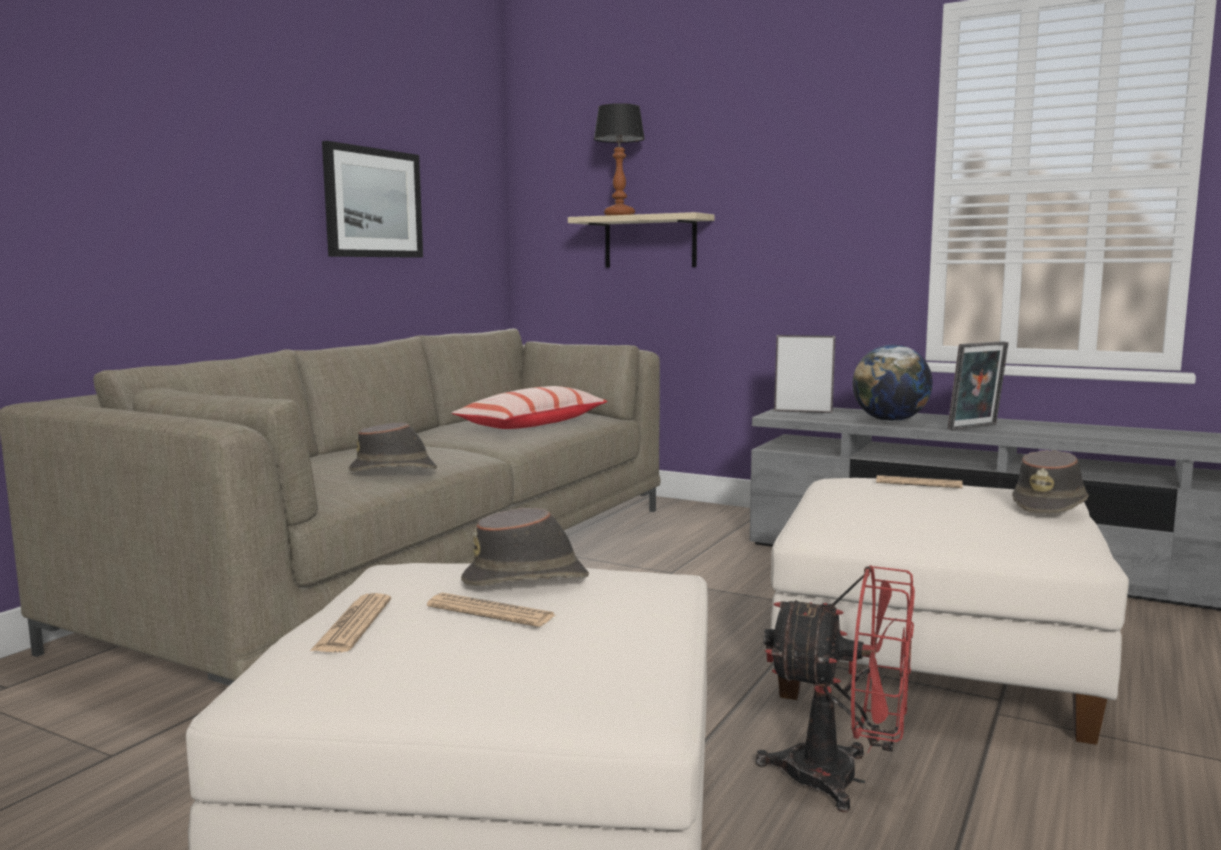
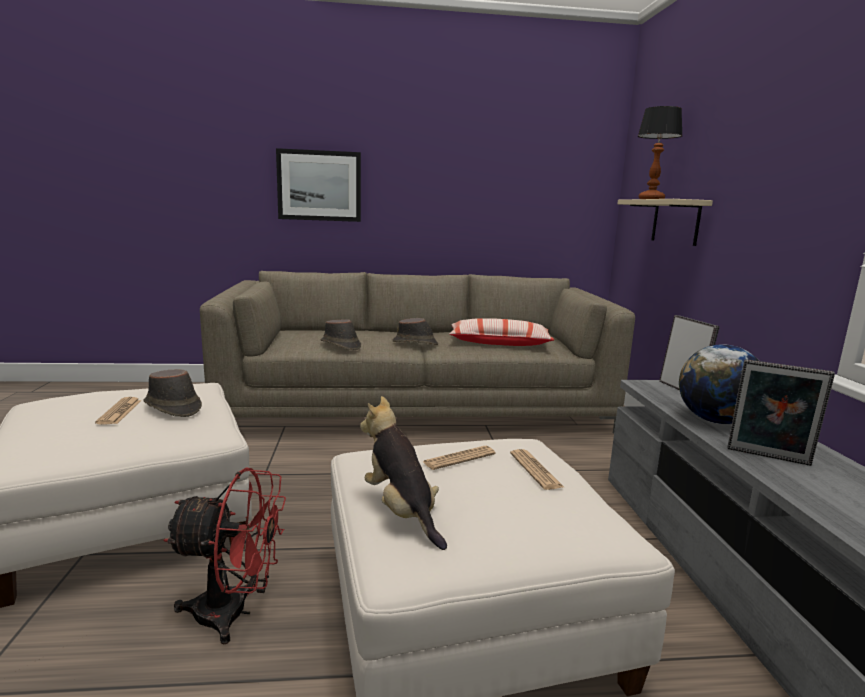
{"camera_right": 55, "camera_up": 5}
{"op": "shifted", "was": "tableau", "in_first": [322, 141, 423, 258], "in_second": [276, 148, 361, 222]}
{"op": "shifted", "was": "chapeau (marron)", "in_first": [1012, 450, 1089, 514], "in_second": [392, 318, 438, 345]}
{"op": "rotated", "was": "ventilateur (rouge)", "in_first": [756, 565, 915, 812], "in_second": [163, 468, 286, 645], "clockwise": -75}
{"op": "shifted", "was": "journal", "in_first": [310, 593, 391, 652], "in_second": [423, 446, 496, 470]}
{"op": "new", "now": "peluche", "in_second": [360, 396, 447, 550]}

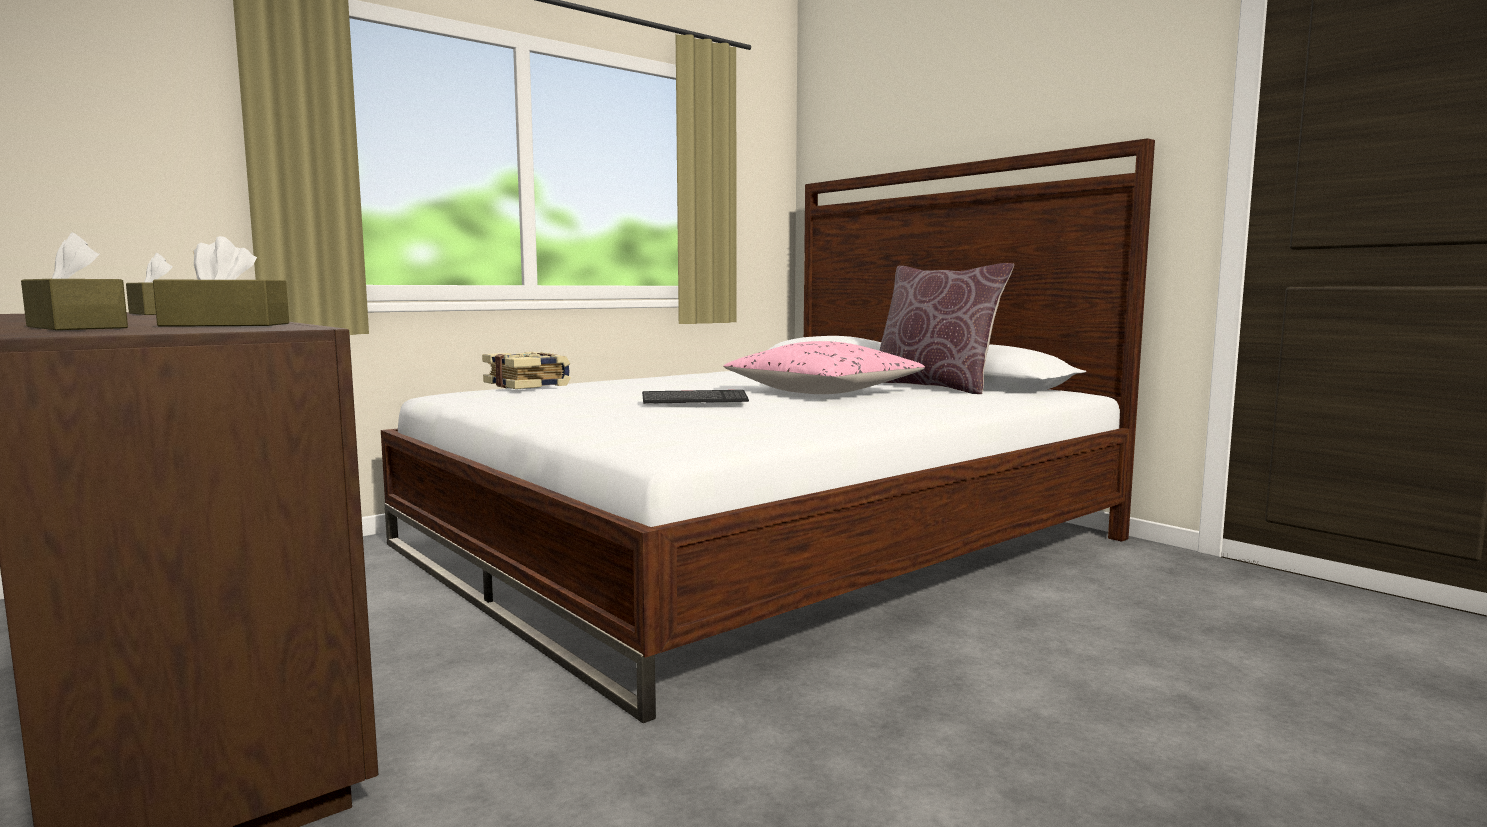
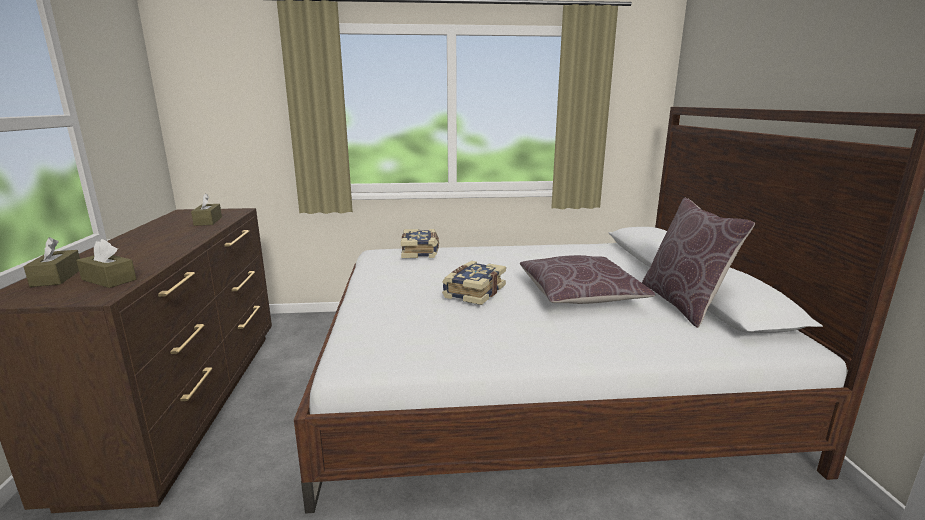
{"camera_right": 35, "camera_up": 10}
{"op": "repainted", "was": "coussin (rose)", "now": "coussin (marron)", "in_first": [723, 341, 925, 394], "in_second": [520, 255, 655, 304]}
{"op": "swapped", "was": "clavier", "now": "livre", "in_first": [642, 390, 749, 404], "in_second": [442, 261, 506, 305]}

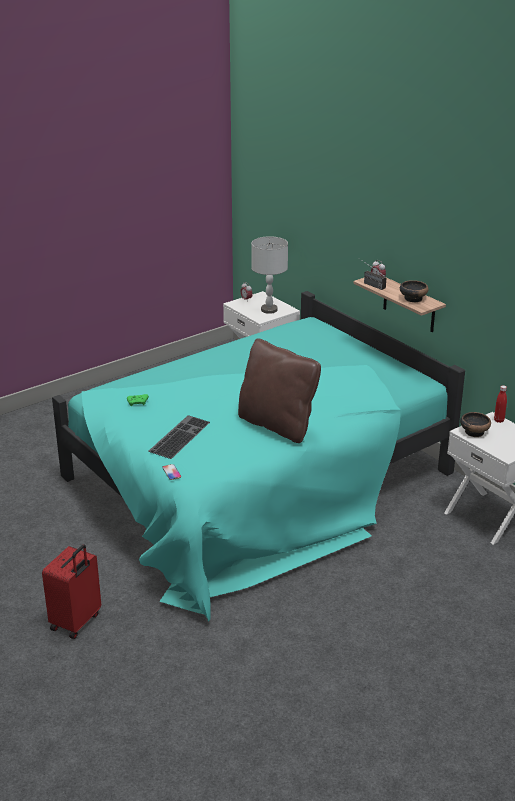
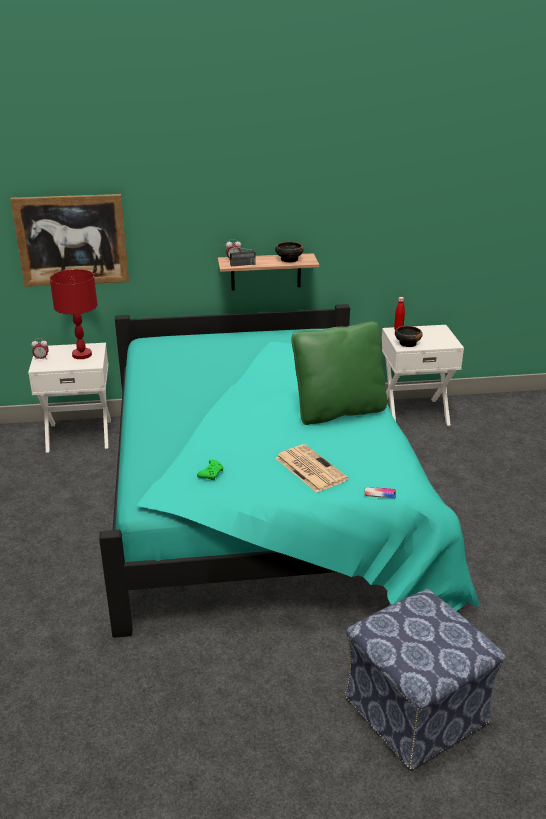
{"camera_right": -60, "camera_up": 0}
{"op": "repainted", "was": "lampe de table (gris)", "now": "lampe de table (rouge)", "in_first": [251, 236, 288, 314], "in_second": [50, 269, 98, 359]}
{"op": "repainted", "was": "coussin (marron)", "now": "coussin (vert)", "in_first": [238, 338, 321, 443], "in_second": [291, 322, 387, 425]}
{"op": "swapped", "was": "clavier", "now": "journal", "in_first": [149, 415, 210, 459], "in_second": [276, 444, 348, 493]}
{"op": "swapped", "was": "valise (rouge)", "now": "pouf", "in_first": [42, 544, 101, 639], "in_second": [344, 589, 505, 771]}
{"op": "new", "now": "tableau", "in_second": [10, 194, 129, 287]}

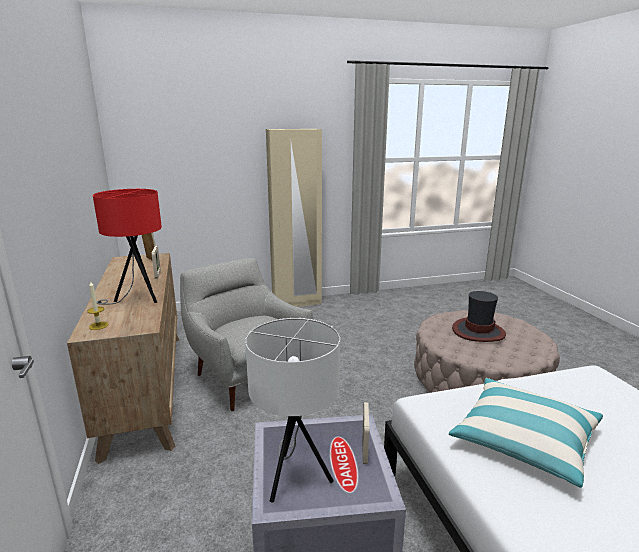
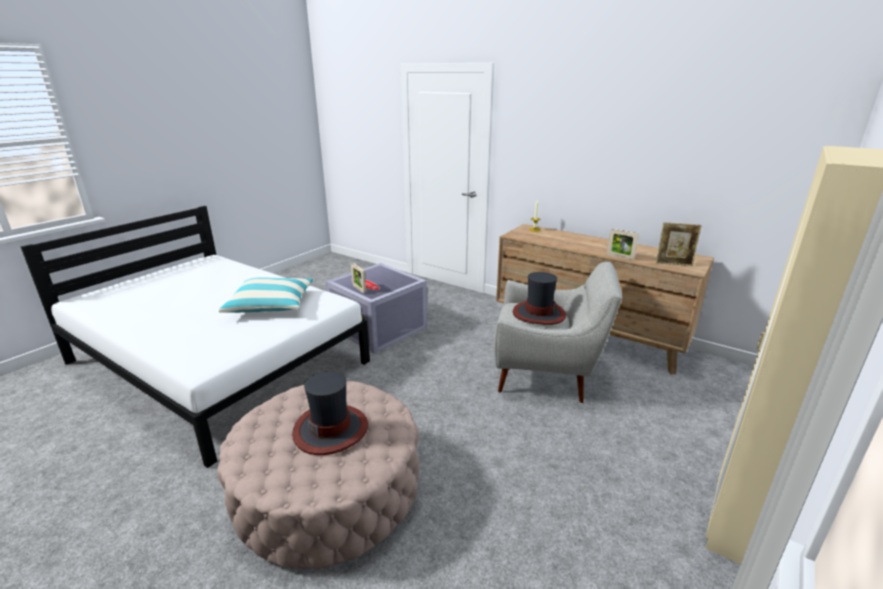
{"camera_right": 140, "camera_up": 5}
{"op": "gone", "was": "lampe de table (rouge)", "in_first": [93, 189, 162, 304]}
{"op": "gone", "was": "lampe de table (blanc)", "in_first": [245, 318, 340, 503]}
{"op": "new", "now": "chapeau", "in_second": [513, 272, 566, 325]}

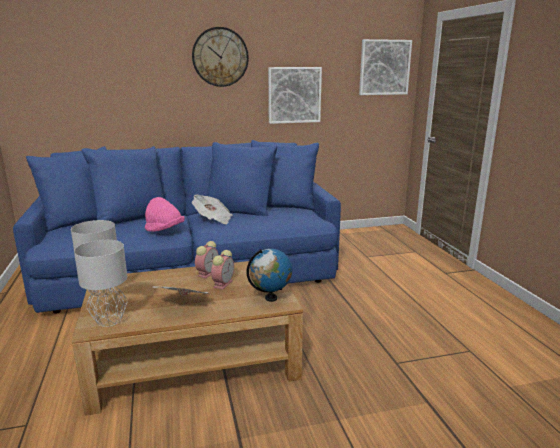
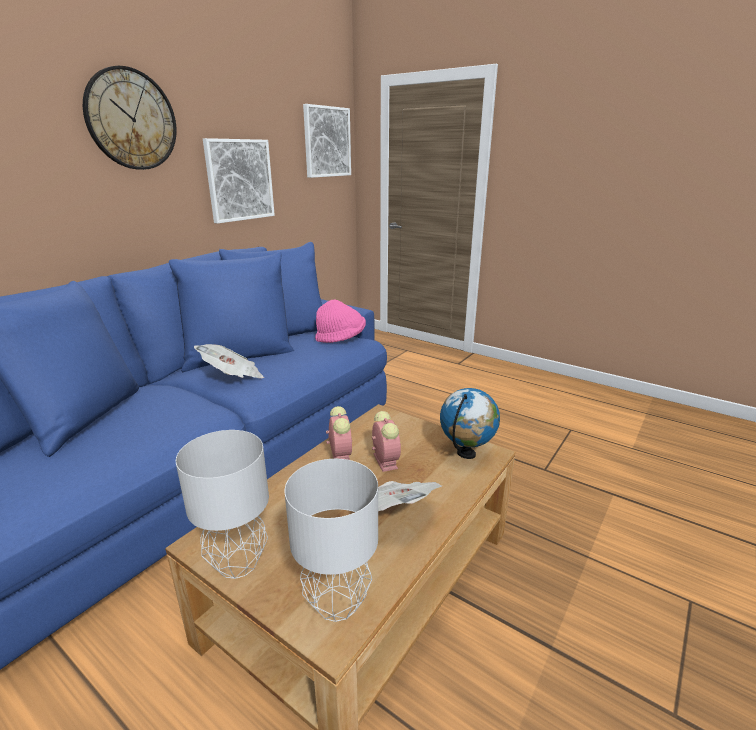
{"camera_right": -40, "camera_up": 5}
{"op": "shifted", "was": "chapeau (rose)", "in_first": [145, 197, 185, 232], "in_second": [315, 299, 366, 343]}

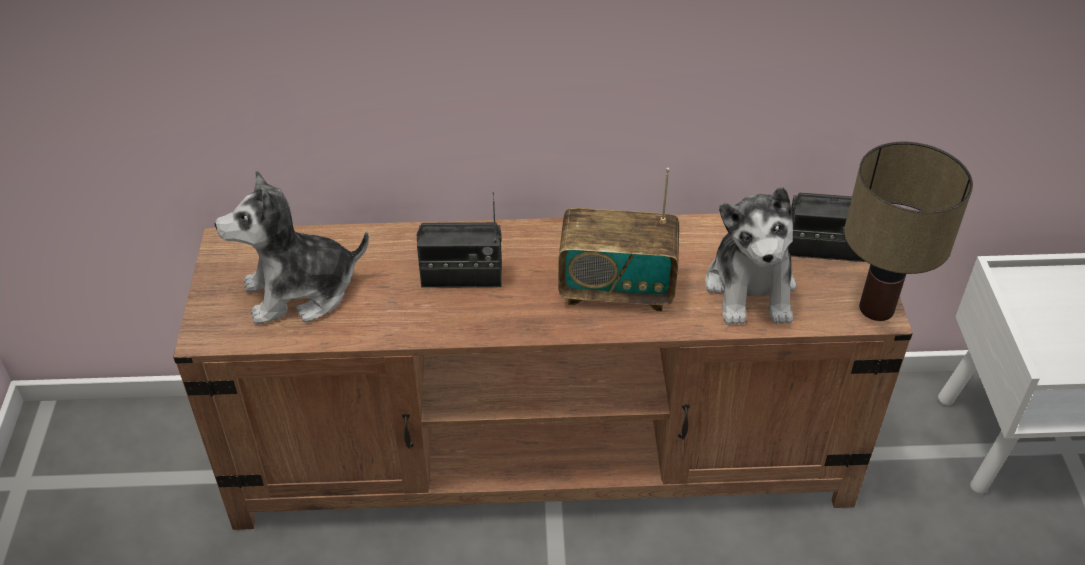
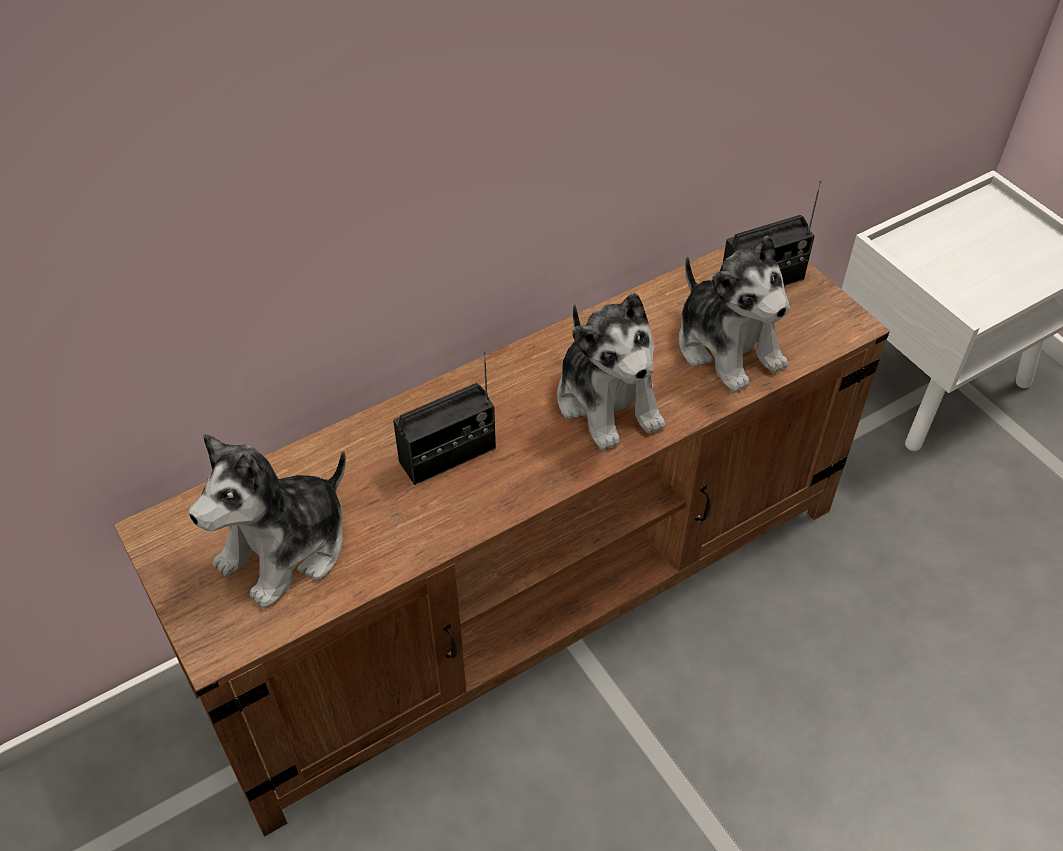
{"camera_right": -30, "camera_up": 5}
{"op": "gone", "was": "lampe de table", "in_first": [844, 142, 973, 321]}
{"op": "swapped", "was": "radio", "now": "peluche", "in_first": [558, 168, 679, 311], "in_second": [557, 293, 665, 451]}

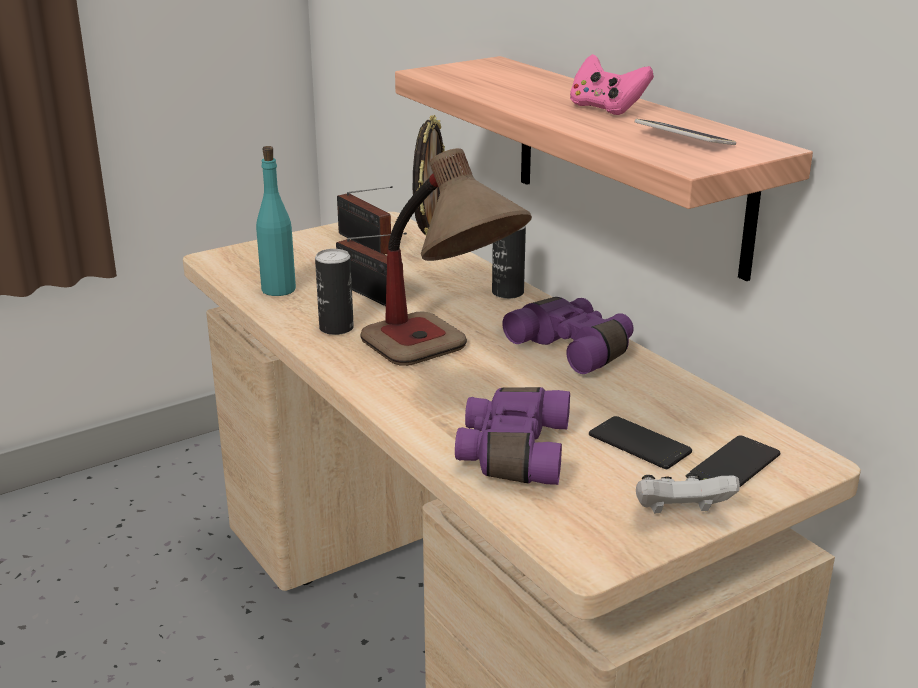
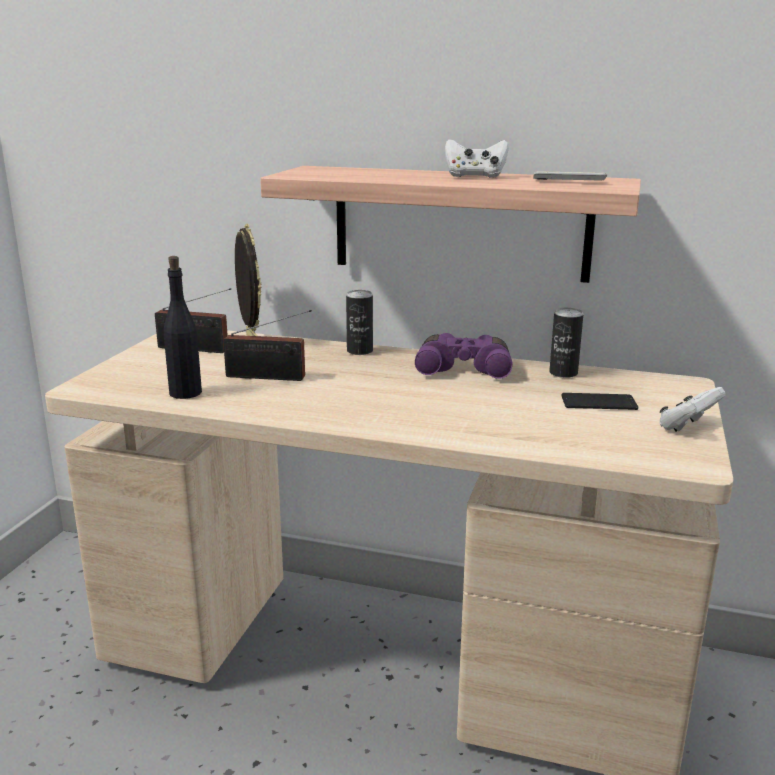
{"camera_right": -40, "camera_up": -5}
{"op": "repainted", "was": "manette (rose)", "now": "manette (blanc)", "in_first": [570, 54, 654, 115], "in_second": [445, 139, 509, 178]}
{"op": "repainted", "was": "bouteille (turquoise)", "now": "bouteille (noir)", "in_first": [256, 146, 296, 296], "in_second": [164, 256, 202, 399]}
{"op": "gone", "was": "lampe de table", "in_first": [360, 148, 532, 366]}
{"op": "shifted", "was": "boîte métallique", "in_first": [315, 249, 354, 335], "in_second": [549, 308, 583, 378]}
{"op": "gone", "was": "jumelles (violet)", "in_first": [455, 387, 570, 485]}
{"op": "gone", "was": "téléphone", "in_first": [690, 435, 781, 487]}

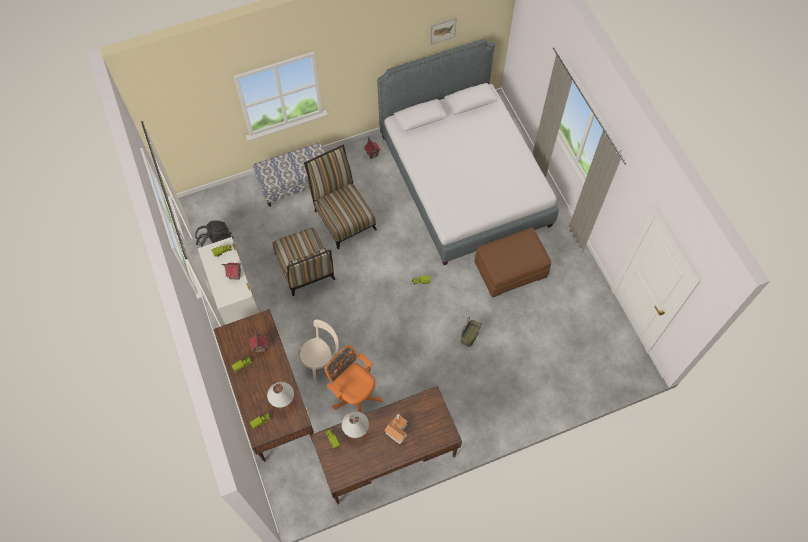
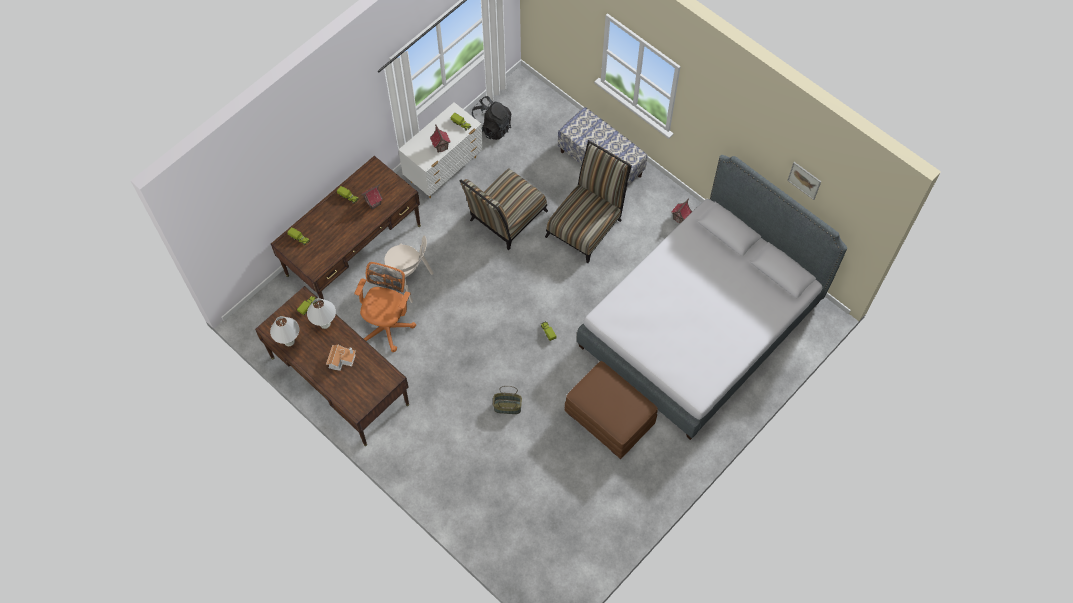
{"camera_right": 65, "camera_up": 0}
{"op": "shifted", "was": "lampe de table (blanc)", "in_first": [267, 382, 294, 408], "in_second": [270, 316, 299, 346]}

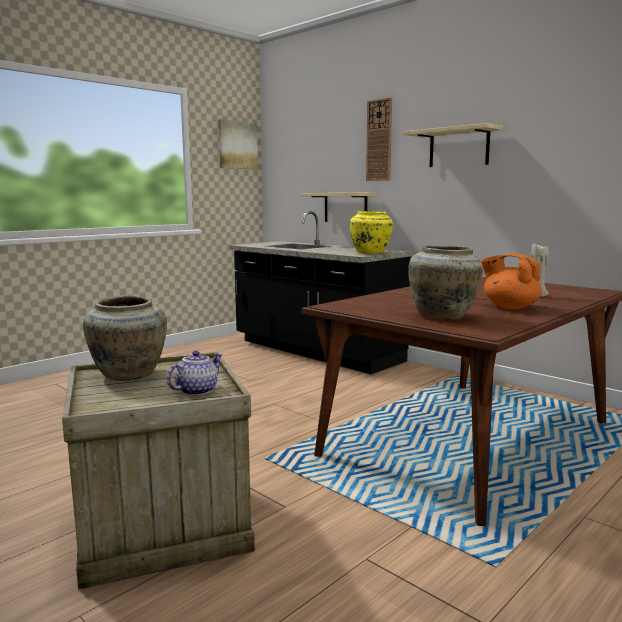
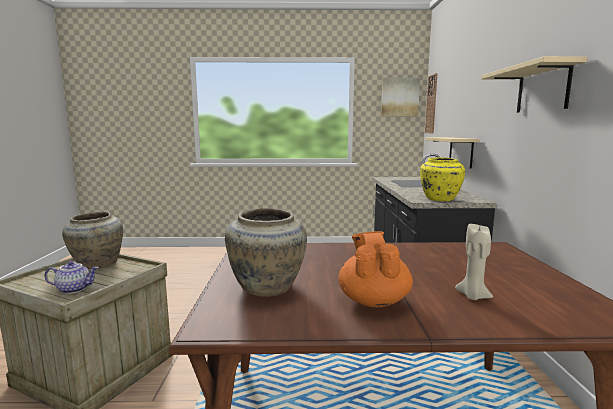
{"camera_right": 45, "camera_up": 0}
{"op": "shifted", "was": "horloge murale", "in_first": [366, 98, 392, 181], "in_second": [425, 73, 438, 133]}

